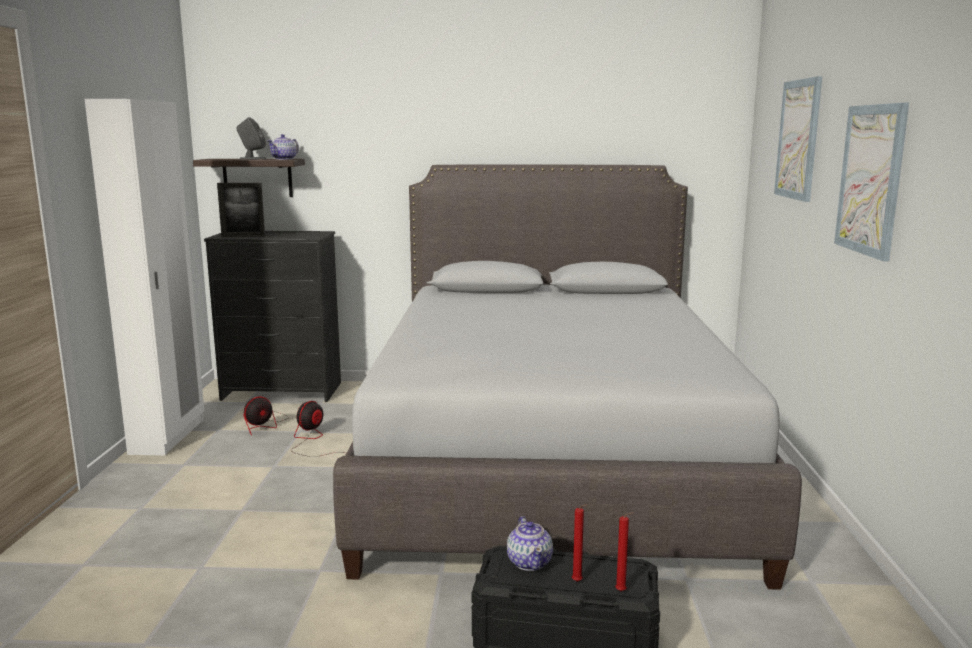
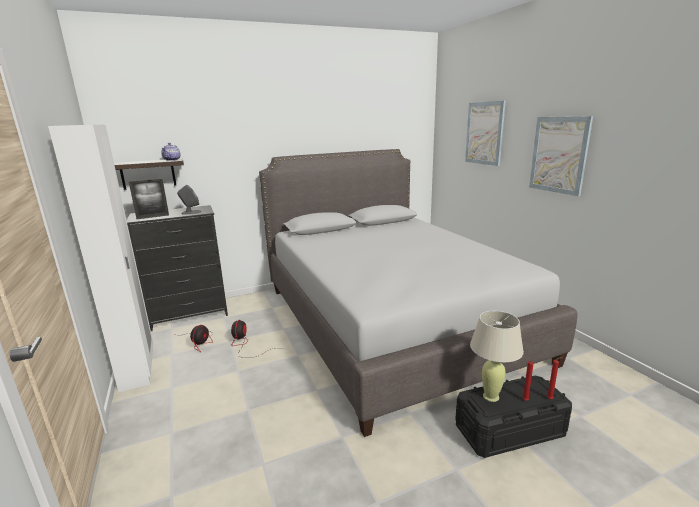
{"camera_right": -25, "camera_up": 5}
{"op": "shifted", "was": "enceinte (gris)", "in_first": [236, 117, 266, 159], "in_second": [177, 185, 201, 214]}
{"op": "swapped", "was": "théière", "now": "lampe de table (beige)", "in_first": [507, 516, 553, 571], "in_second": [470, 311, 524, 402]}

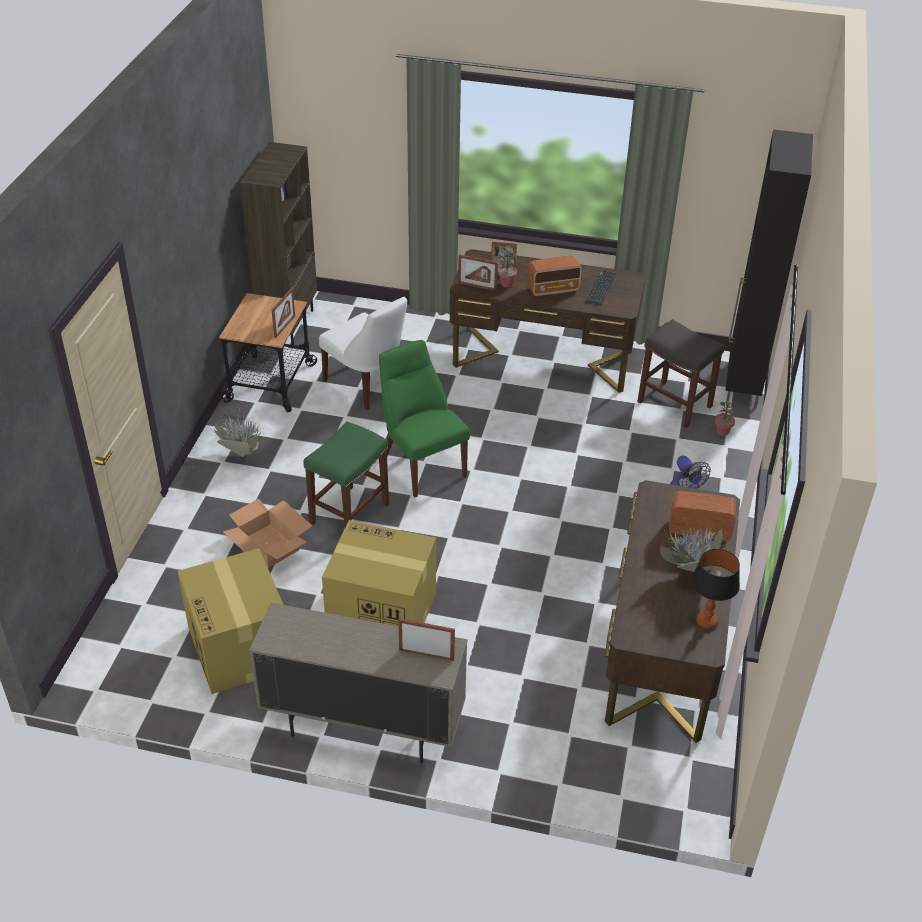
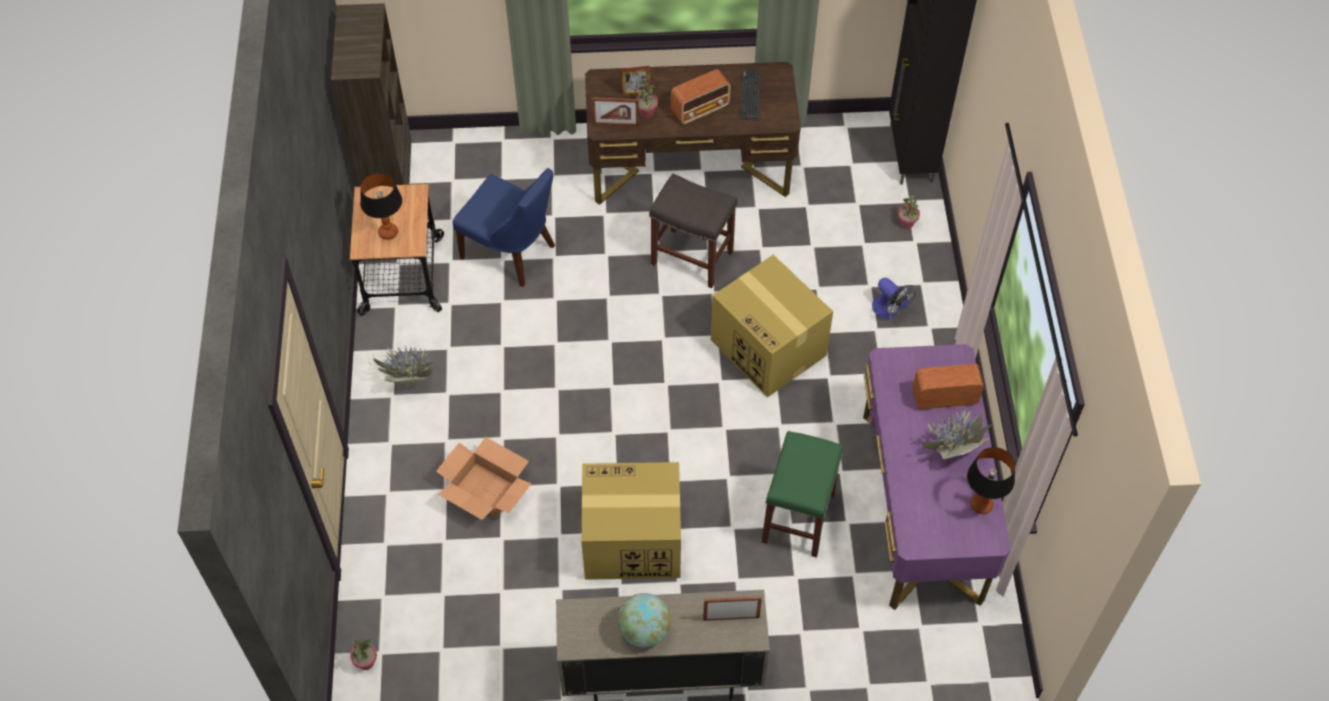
{"camera_right": -15, "camera_up": 15}
{"op": "gone", "was": "cadre photo", "in_first": [272, 288, 295, 338]}
{"op": "repainted", "was": "chaise (blanc)", "now": "chaise (bleu)", "in_first": [319, 297, 407, 410], "in_second": [453, 168, 555, 287]}
{"op": "shifted", "was": "tabouret (gris)", "in_first": [637, 319, 725, 428], "in_second": [649, 173, 738, 288]}
{"op": "gone", "was": "chaise (vert)", "in_first": [379, 340, 470, 497]}
{"op": "shifted", "was": "tabouret (vert)", "in_first": [303, 421, 389, 527], "in_second": [762, 431, 843, 558]}
{"op": "repainted", "was": "bureau (marron)", "now": "bureau (violet)", "in_first": [604, 480, 740, 743], "in_second": [863, 344, 1011, 610]}
{"op": "shifted", "was": "carton", "in_first": [178, 548, 283, 694], "in_second": [711, 255, 833, 397]}
{"op": "new", "now": "lampe de table", "in_second": [360, 173, 402, 240]}
{"op": "new", "now": "globe", "in_second": [617, 593, 671, 647]}
{"op": "new", "now": "plante en pot", "in_second": [350, 638, 377, 670]}

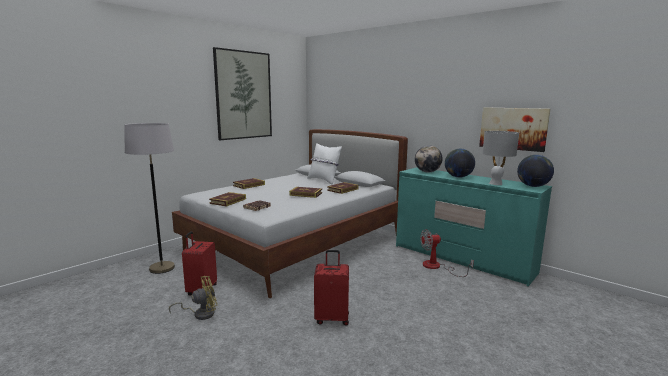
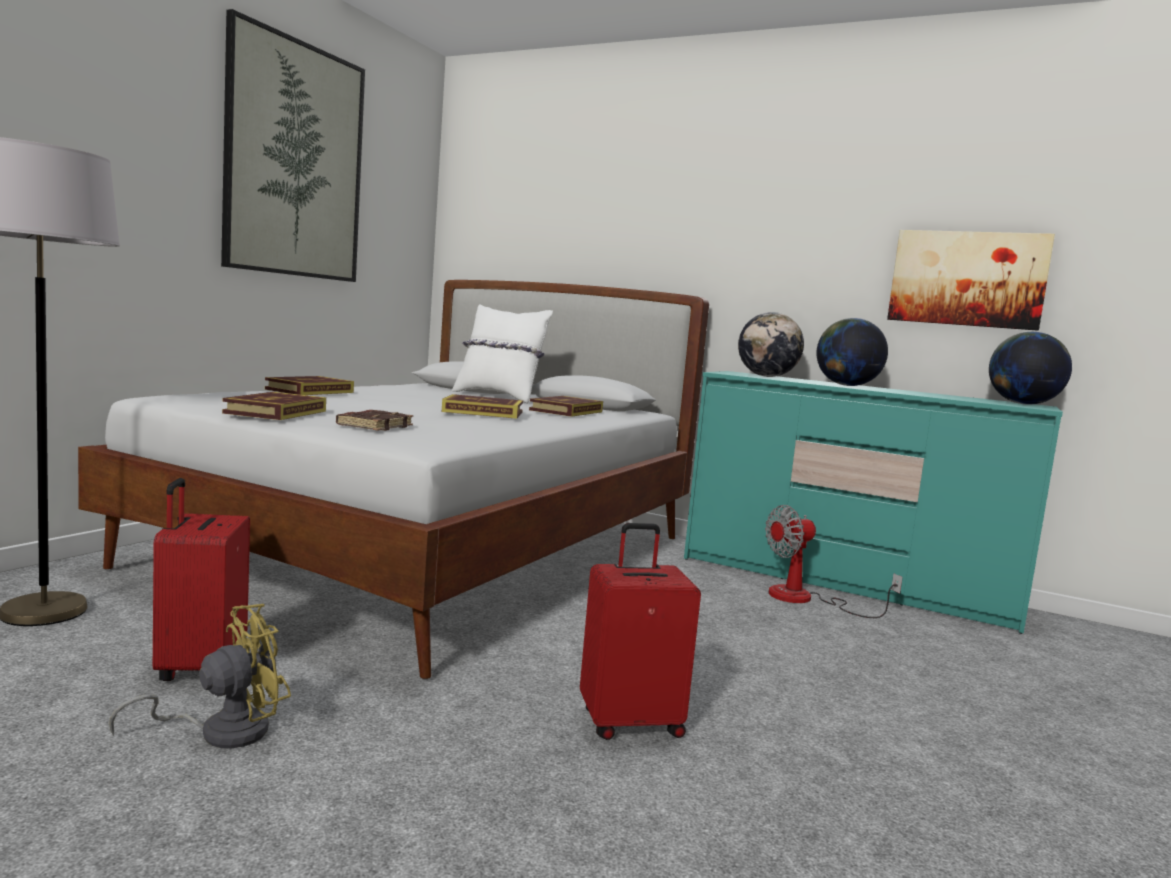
{"camera_right": -15, "camera_up": -5}
{"op": "gone", "was": "lampe de table (gris)", "in_first": [482, 131, 519, 185]}

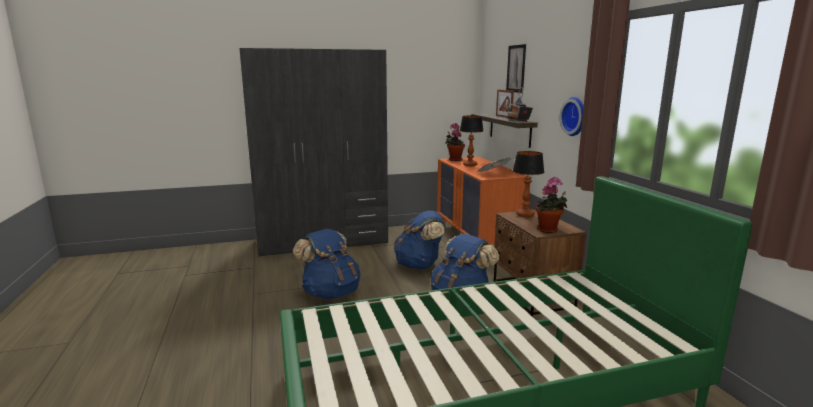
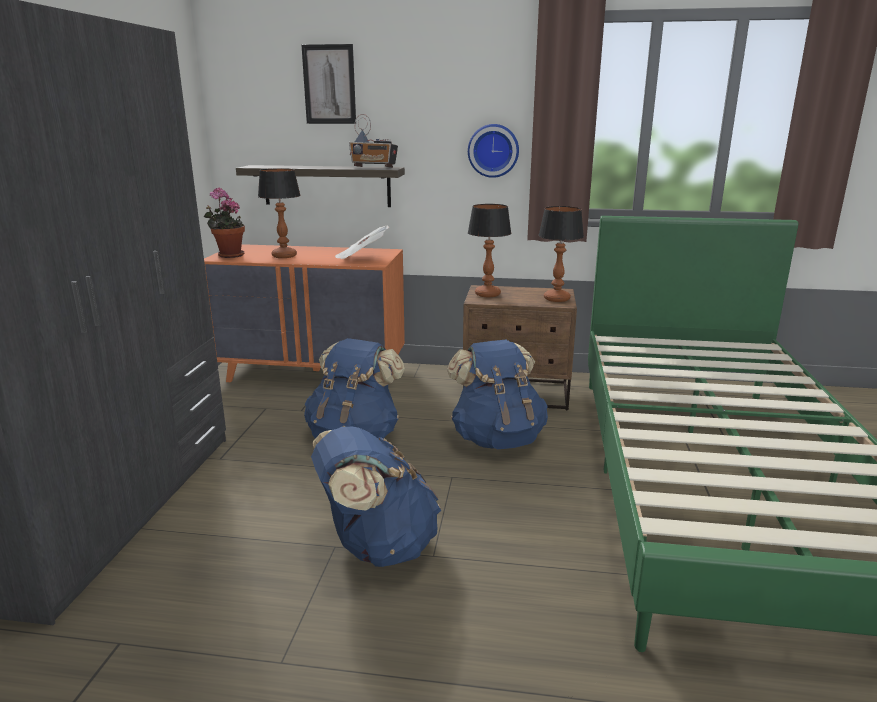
{"camera_right": -65, "camera_up": 5}
{"op": "gone", "was": "cadre photo", "in_first": [496, 90, 514, 118]}
{"op": "swapped", "was": "plante en pot", "now": "lampe de table", "in_first": [536, 177, 567, 233], "in_second": [538, 206, 584, 302]}

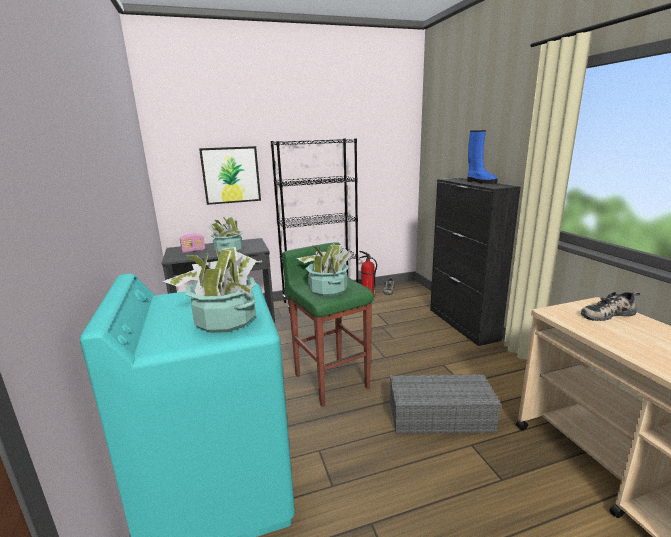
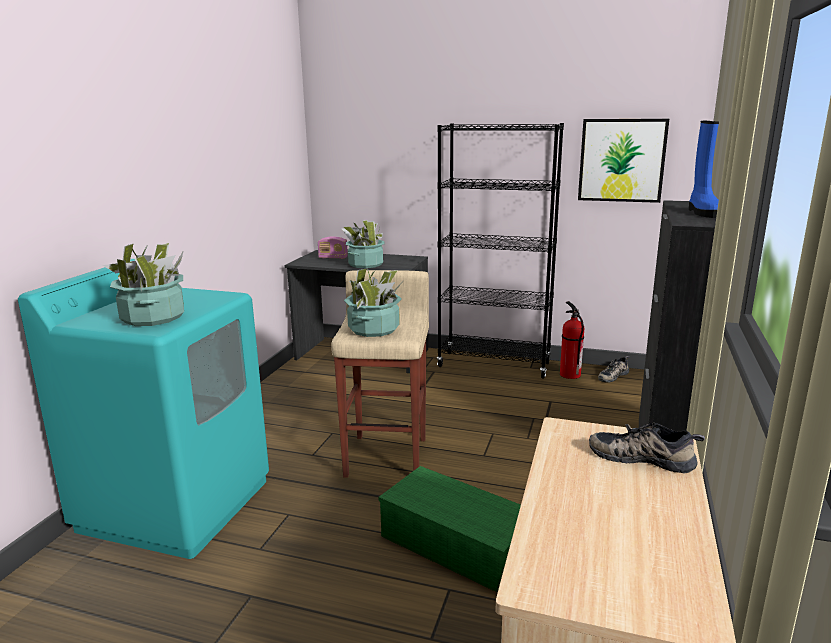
{"camera_right": 35, "camera_up": 0}
{"op": "shifted", "was": "tableau", "in_first": [199, 146, 261, 205], "in_second": [578, 119, 669, 203]}
{"op": "repainted", "was": "tabouret (vert)", "now": "tabouret (beige)", "in_first": [282, 242, 374, 407], "in_second": [331, 270, 429, 478]}
{"op": "repainted", "was": "boîte de rangement (gris)", "now": "boîte de rangement (vert)", "in_first": [390, 374, 502, 434], "in_second": [379, 466, 521, 593]}

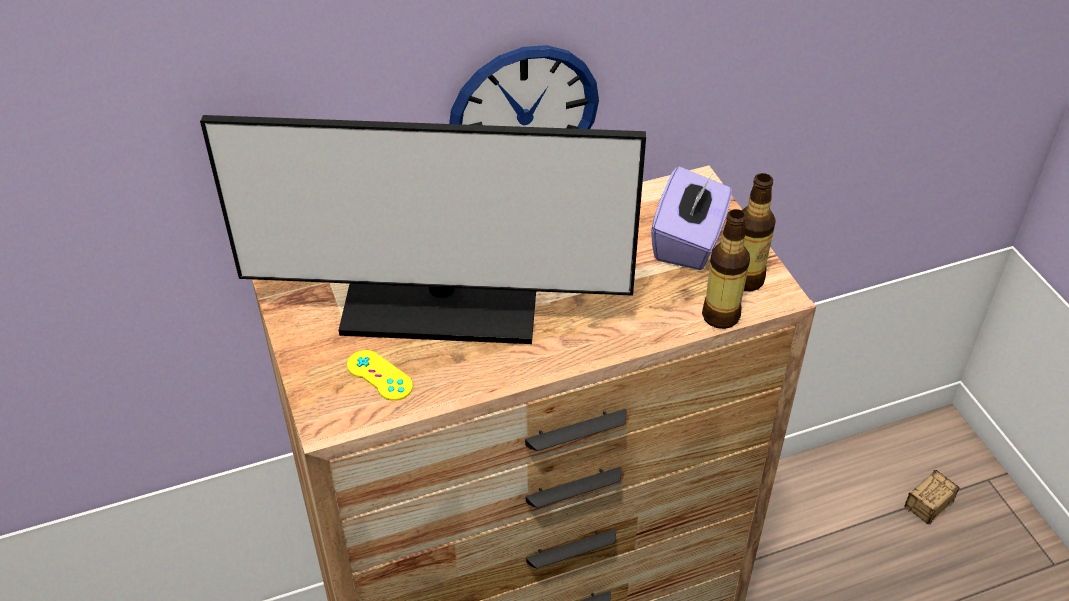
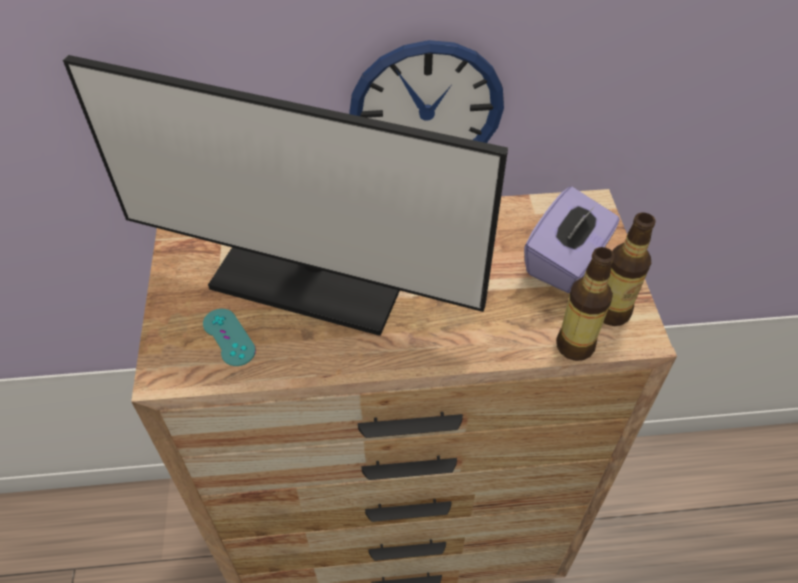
{"camera_right": 15, "camera_up": 5}
{"op": "repainted", "was": "manette (jaune)", "now": "manette (turquoise)", "in_first": [347, 350, 413, 401], "in_second": [203, 309, 256, 366]}
{"op": "gone", "was": "boîte de rangement", "in_first": [905, 470, 960, 525]}

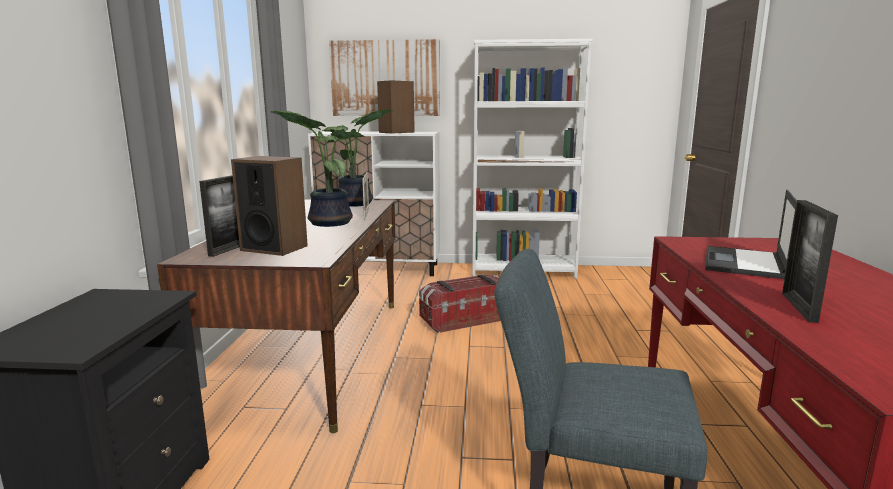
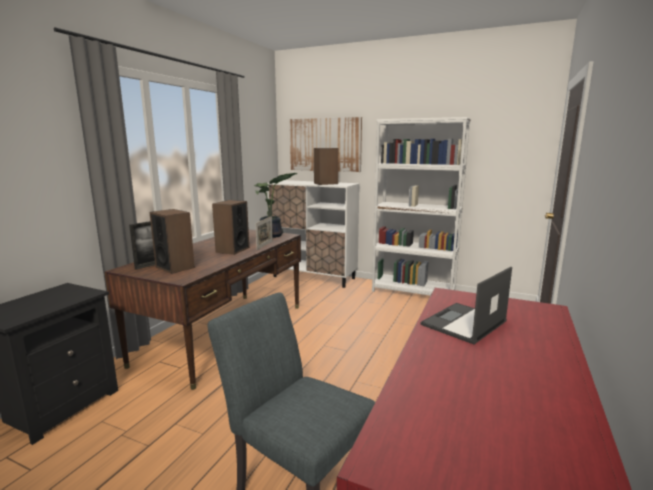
{"camera_right": 20, "camera_up": 0}
{"op": "swapped", "was": "plante en pot", "now": "enceinte", "in_first": [270, 110, 366, 227], "in_second": [212, 200, 249, 255]}
{"op": "gone", "was": "cadre photo", "in_first": [782, 200, 838, 323]}
{"op": "gone", "was": "boîte de rangement", "in_first": [419, 275, 501, 333]}

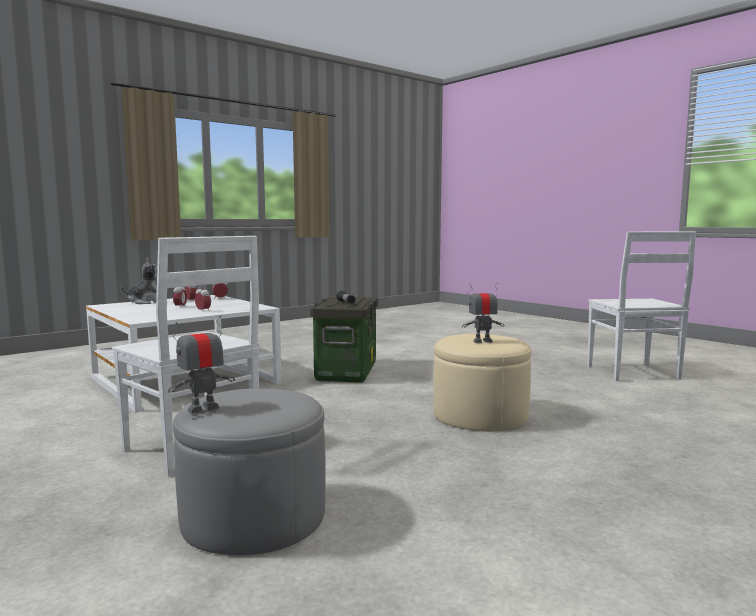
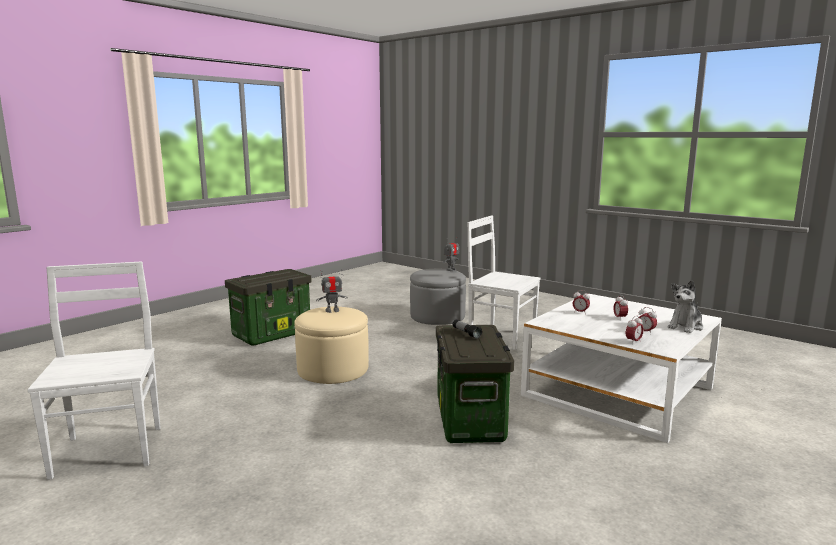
{"camera_right": 170, "camera_up": 5}
{"op": "new", "now": "boîte de rangement", "in_second": [225, 269, 312, 346]}

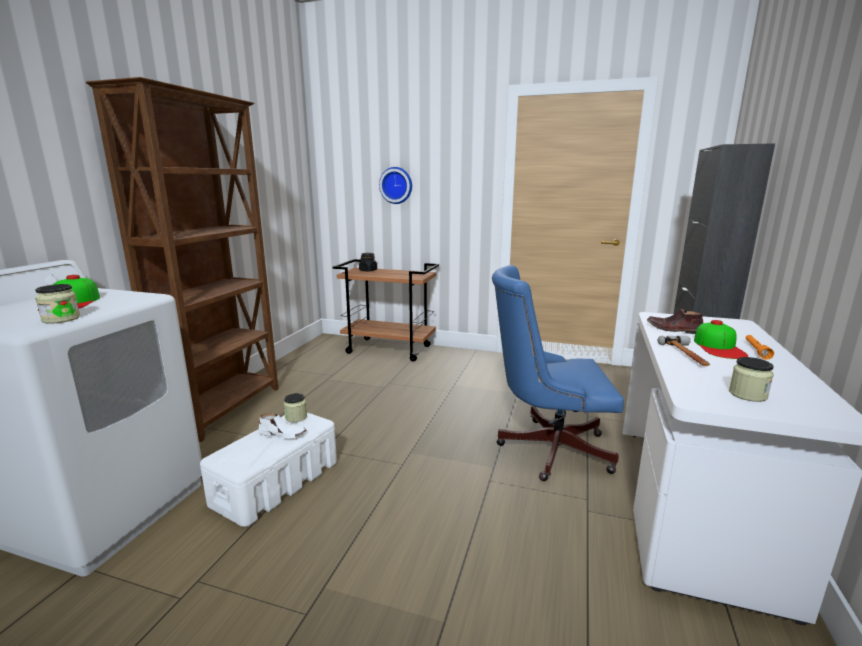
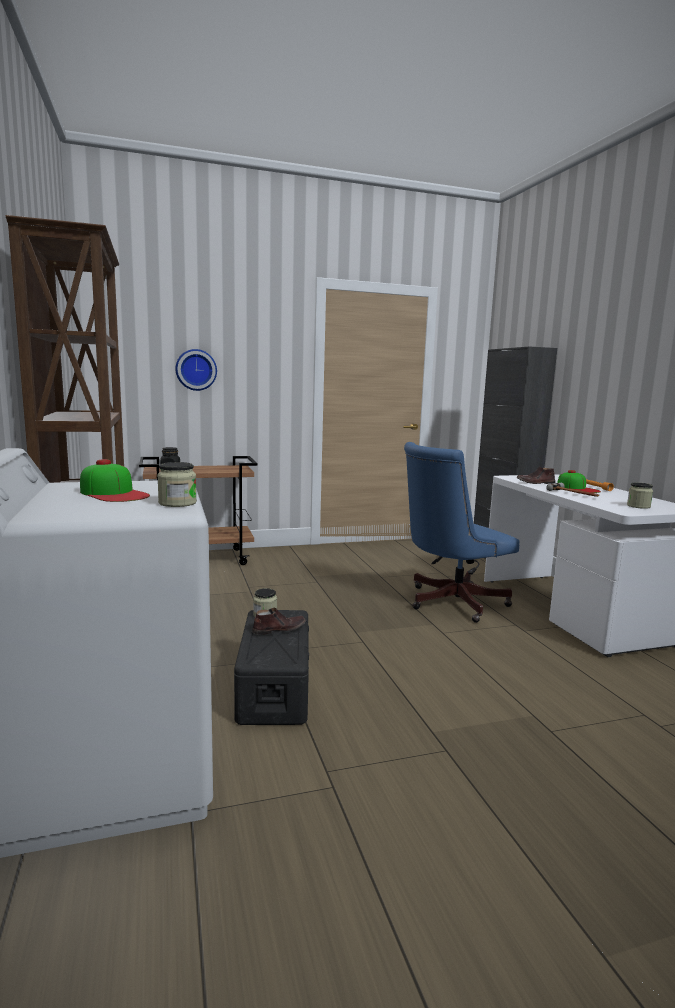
{"camera_right": -35, "camera_up": -5}
{"op": "repainted", "was": "boîte de rangement (blanc)", "now": "boîte de rangement (noir)", "in_first": [200, 412, 337, 527], "in_second": [234, 610, 309, 725]}
{"op": "repainted", "was": "chaussure (blanc)", "now": "chaussure (marron)", "in_first": [258, 413, 306, 438], "in_second": [252, 608, 306, 635]}

